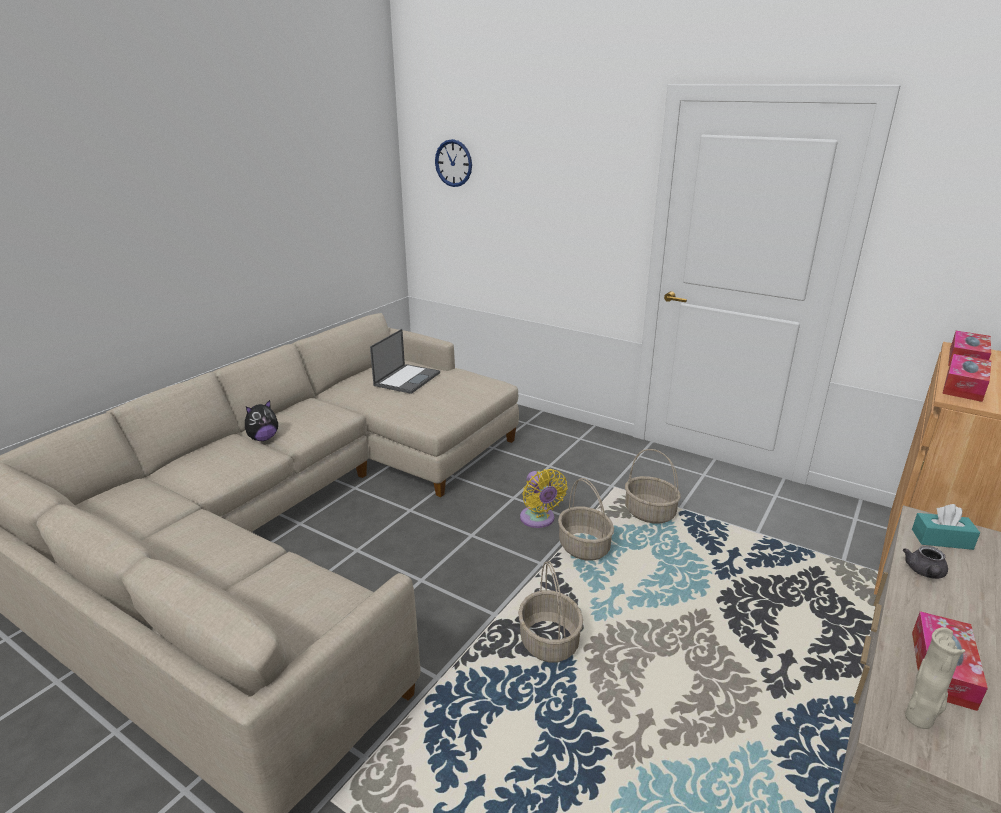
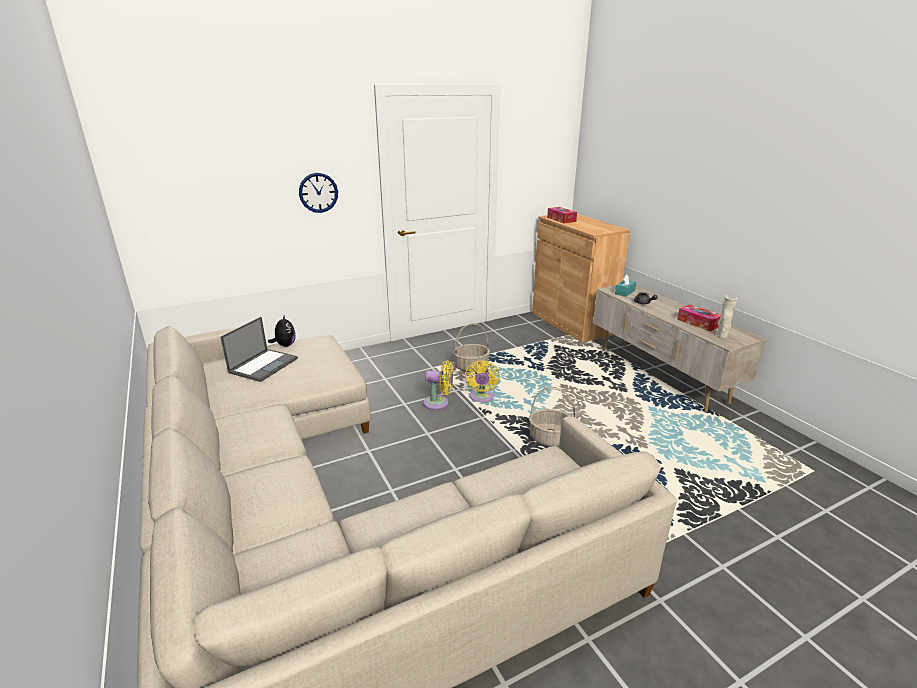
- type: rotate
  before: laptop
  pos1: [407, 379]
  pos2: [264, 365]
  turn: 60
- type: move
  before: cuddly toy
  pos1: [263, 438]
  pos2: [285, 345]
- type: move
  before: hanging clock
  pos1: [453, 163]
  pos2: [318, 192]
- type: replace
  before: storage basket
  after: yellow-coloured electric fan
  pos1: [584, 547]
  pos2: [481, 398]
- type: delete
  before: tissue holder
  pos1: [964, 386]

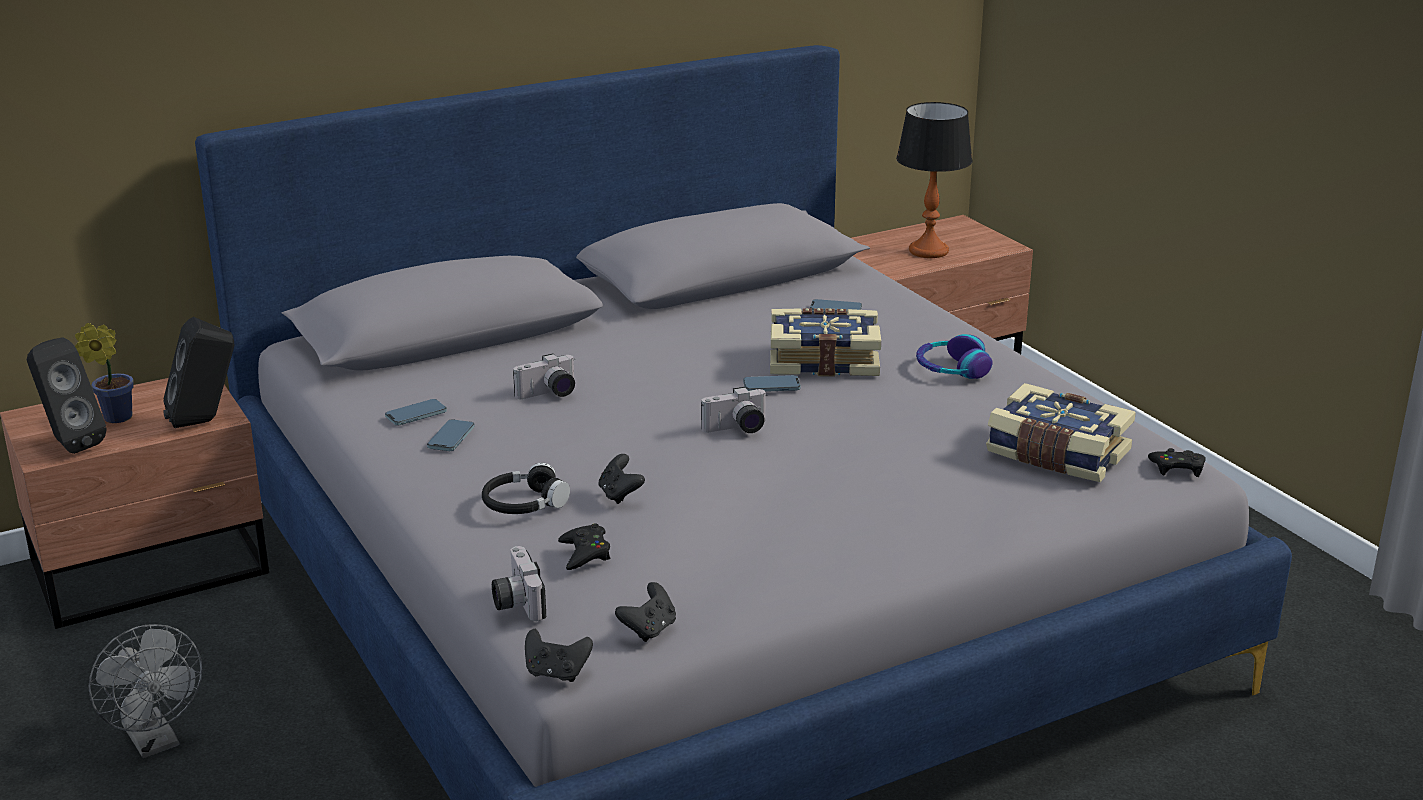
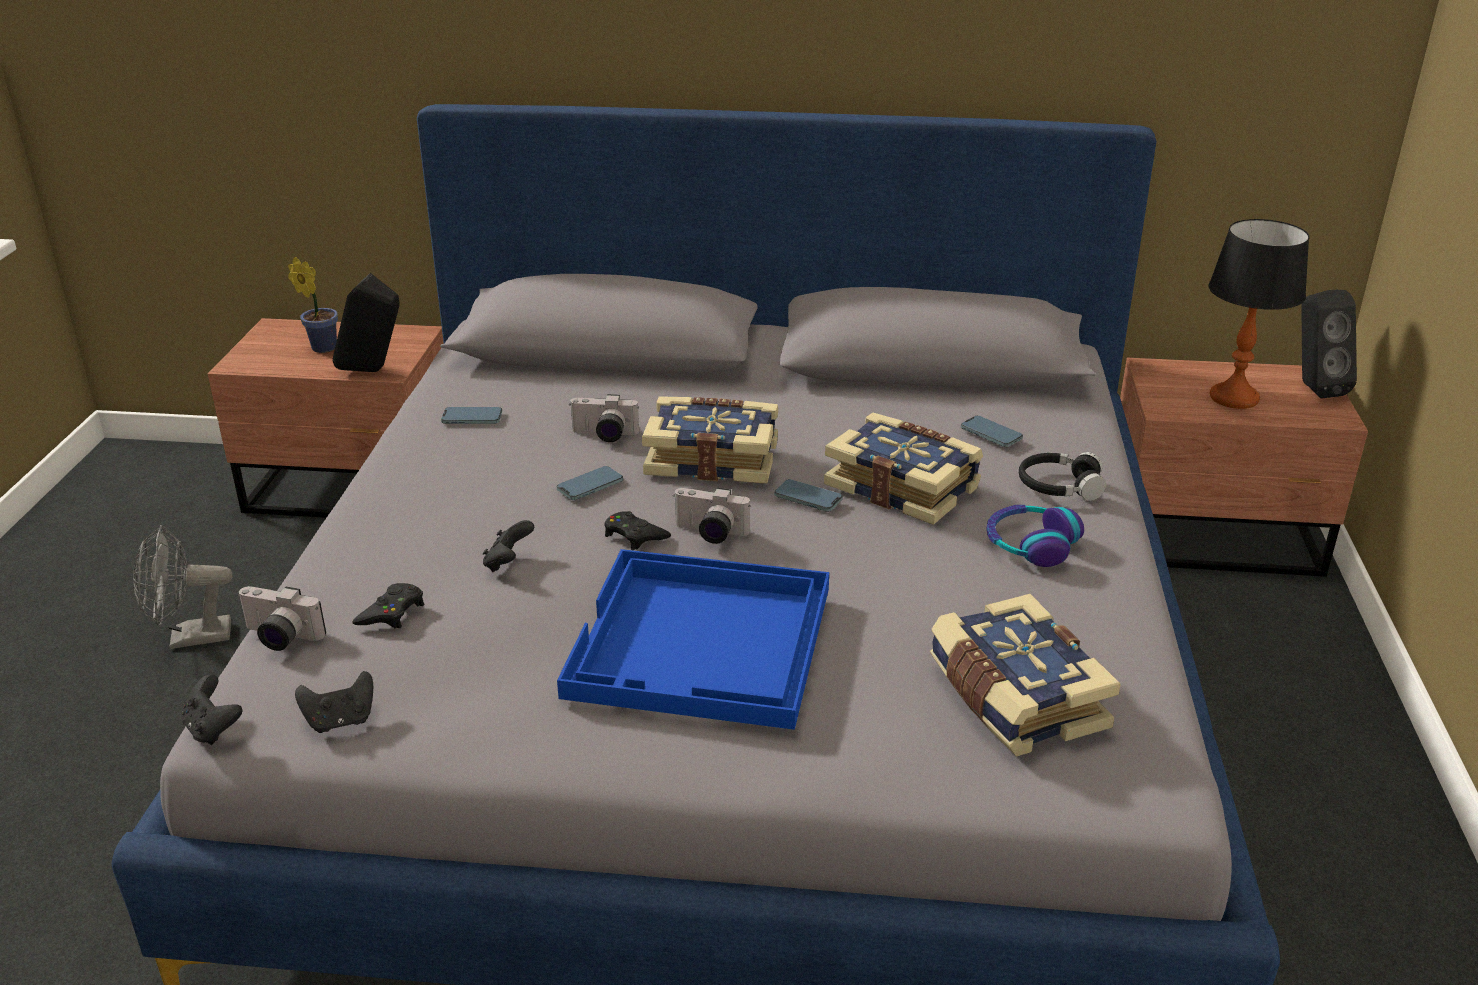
- type: rotate
  before: grey electric fan
  pos1: [156, 742]
  pos2: [190, 638]
  turn: 75
- type: rotate
  before: still camera
  pos1: [516, 602]
  pos2: [278, 638]
  turn: -90
- type: move
  before: phone
  pos1: [451, 438]
  pos2: [590, 486]
- type: insert
  after: blue tray
  pos2: [703, 643]
- type: move
  before: black-coloured joypad
  pos1: [1177, 468]
  pos2: [634, 535]
- type: insert
  after: book
  pos2: [712, 458]
- type: move
  before: black-coloured headset
  pos1: [524, 504]
  pos2: [1059, 486]
- type: move
  before: black-coloured audio speaker
  pos1: [69, 444]
  pos2: [1312, 388]

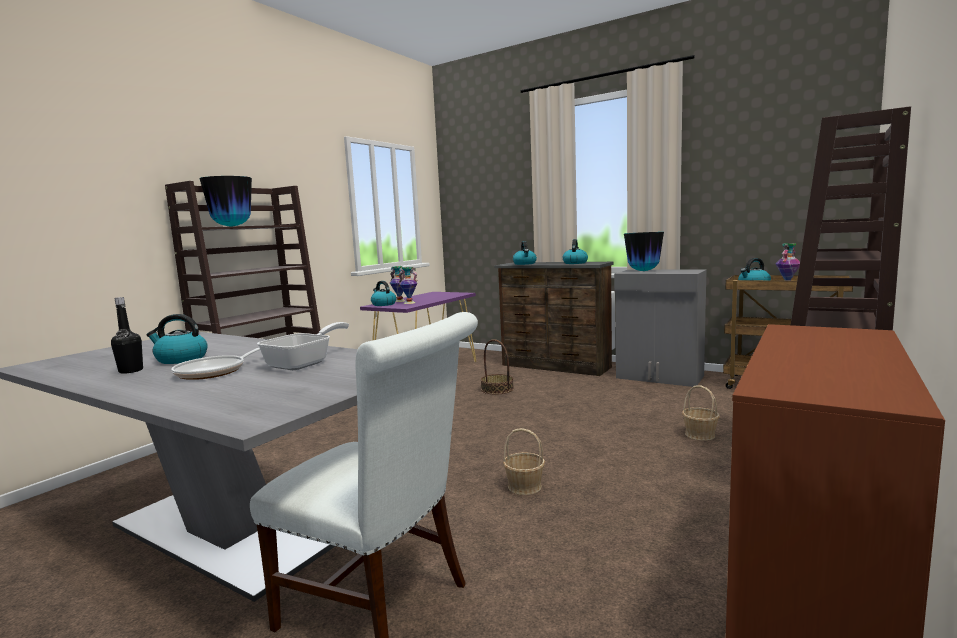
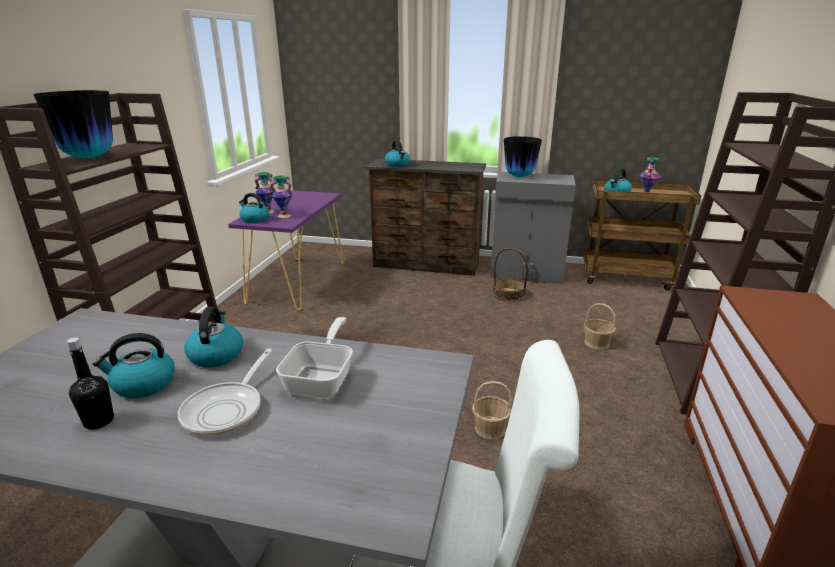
- type: move
  before: kettle
  pos1: [575, 263]
  pos2: [216, 355]
- type: move
  before: storage basket
  pos1: [497, 389]
  pos2: [508, 294]

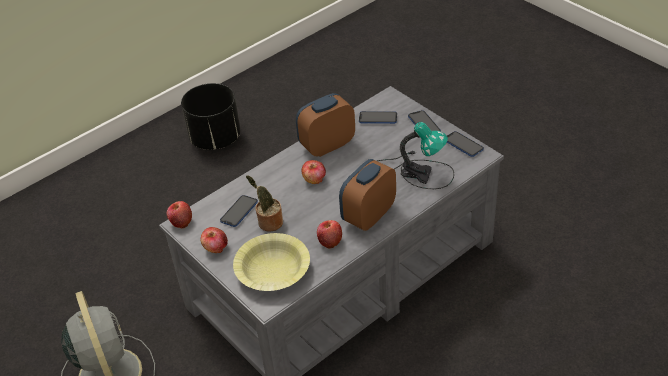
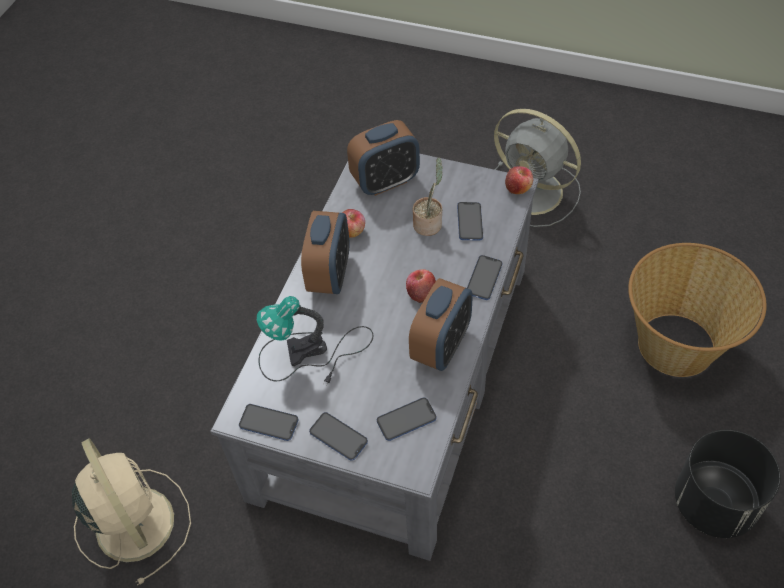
- type: insert
  after: beige-coloured electric fan
  pos2: [133, 521]
- type: replace
  before: yellow-coloured serving bowl
  after: alarm clock
  pos1: [272, 271]
  pos2: [385, 181]
- type: insert
  after: phone
  pos2: [484, 278]
- type: insert
  after: storage basket
  pos2: [677, 346]
- type: delete
  before: whole apple
  pos1: [215, 247]

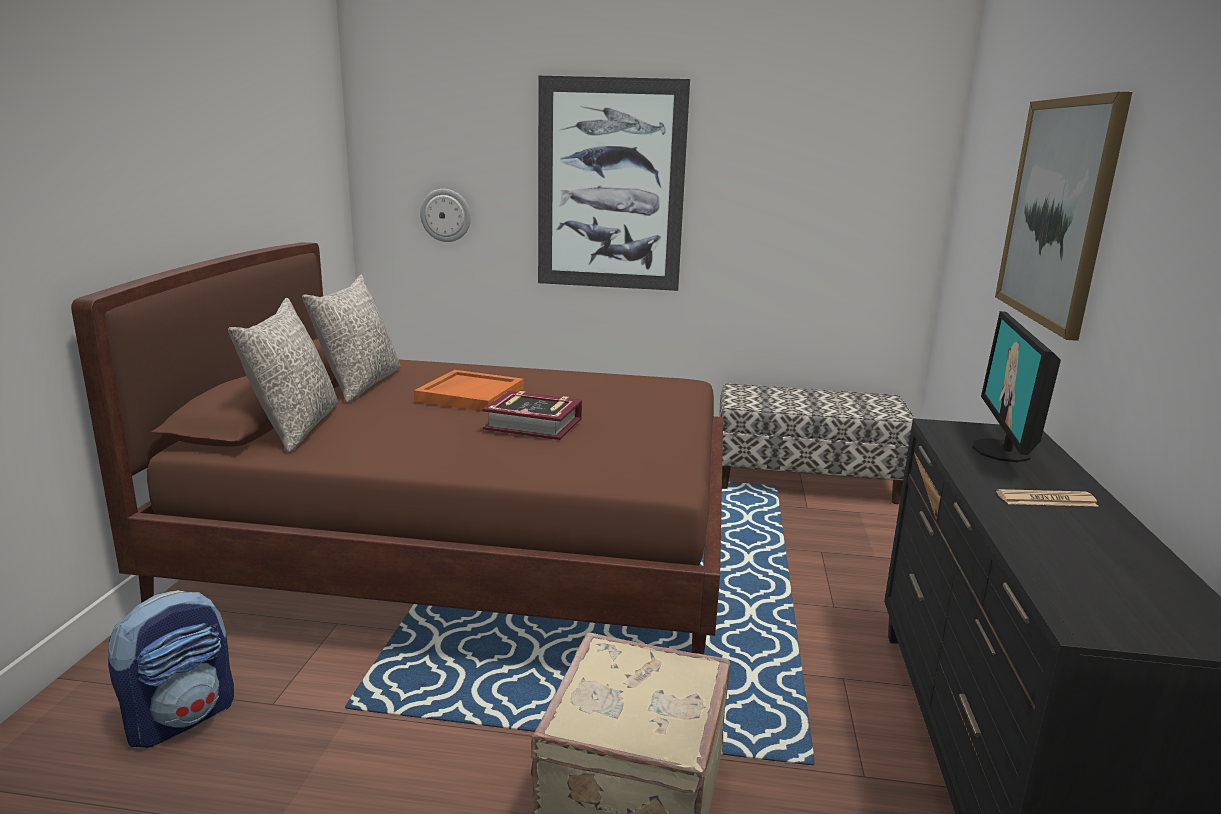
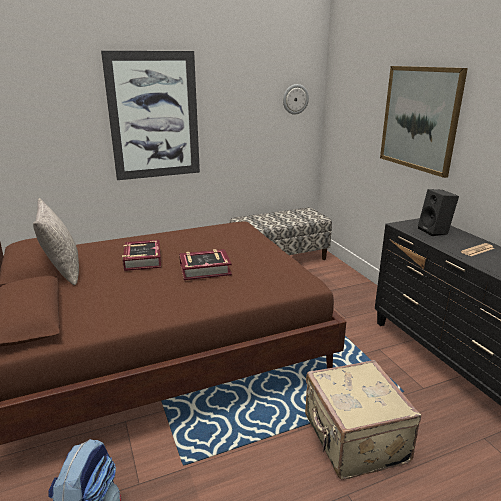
- type: replace
  before: orange tray
  after: book
  pos1: [470, 394]
  pos2: [142, 260]
- type: move
  before: hanging clock
  pos1: [446, 215]
  pos2: [295, 99]
- type: replace
  before: computer display
  after: black-coloured audio speaker
  pos1: [1003, 451]
  pos2: [435, 231]
- type: delete
  before: grey pillow
  pos1: [295, 427]

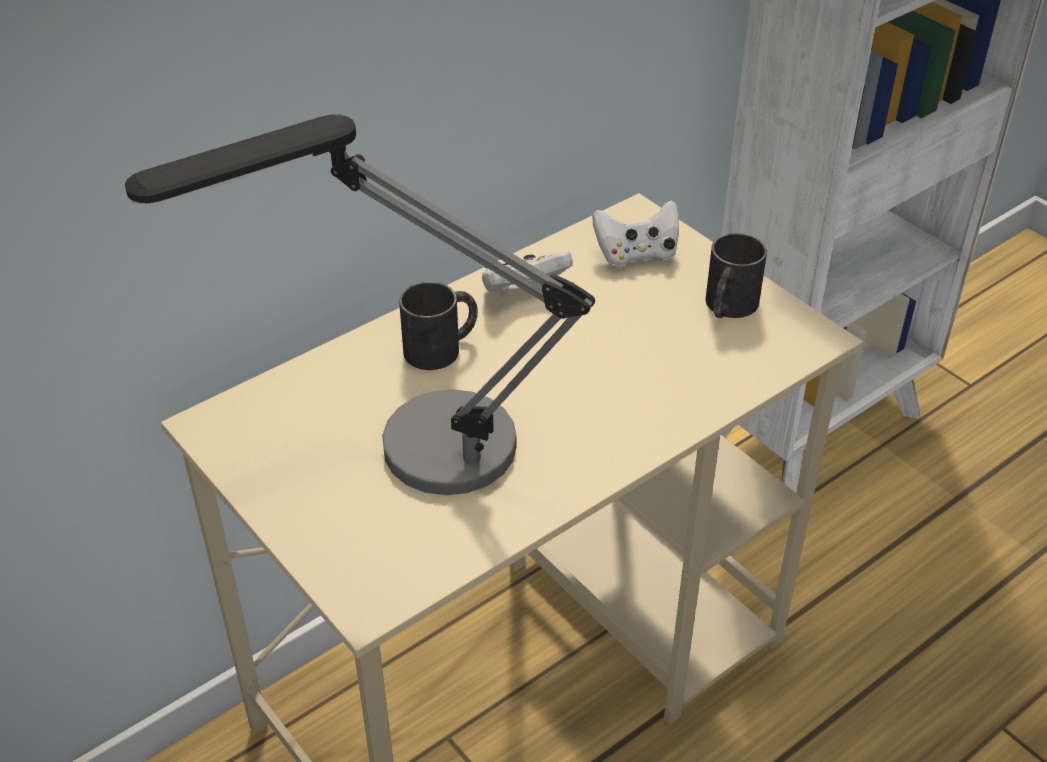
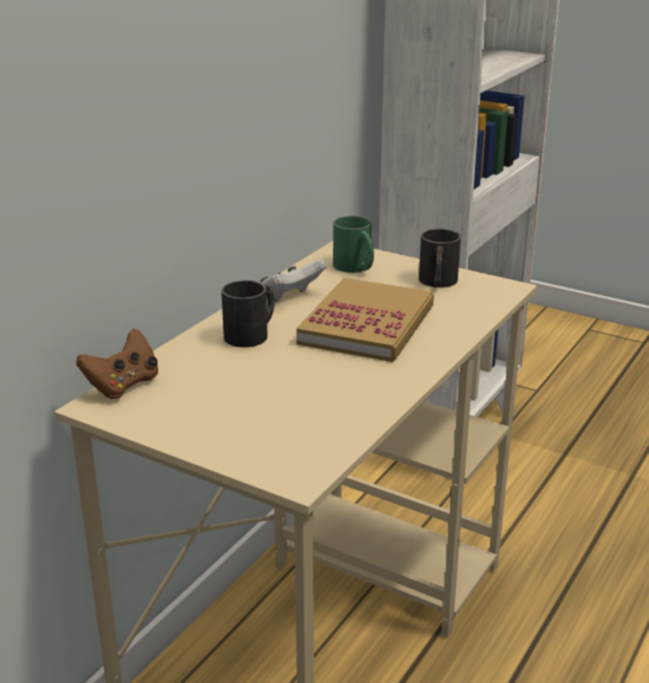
- type: insert
  after: brownish joypad
  pos2: [123, 385]
- type: insert
  after: book
  pos2: [367, 325]
- type: replace
  before: white-coloured joypad
  after: green mug
  pos1: [636, 255]
  pos2: [356, 267]
- type: delete
  before: lamp for a table
  pos1: [409, 457]

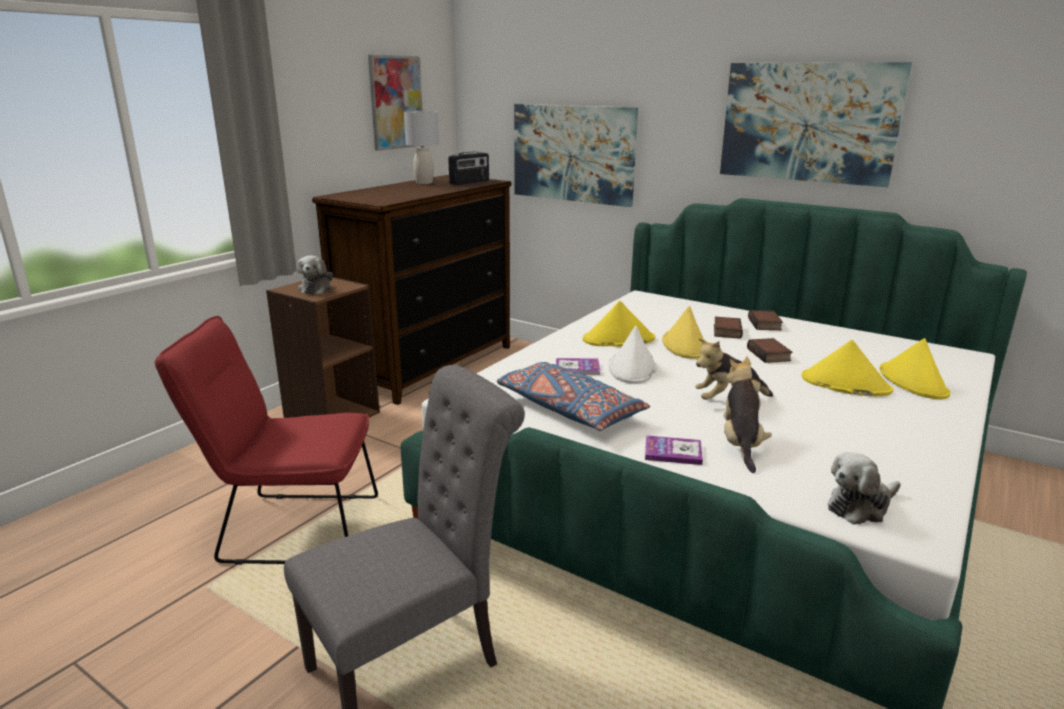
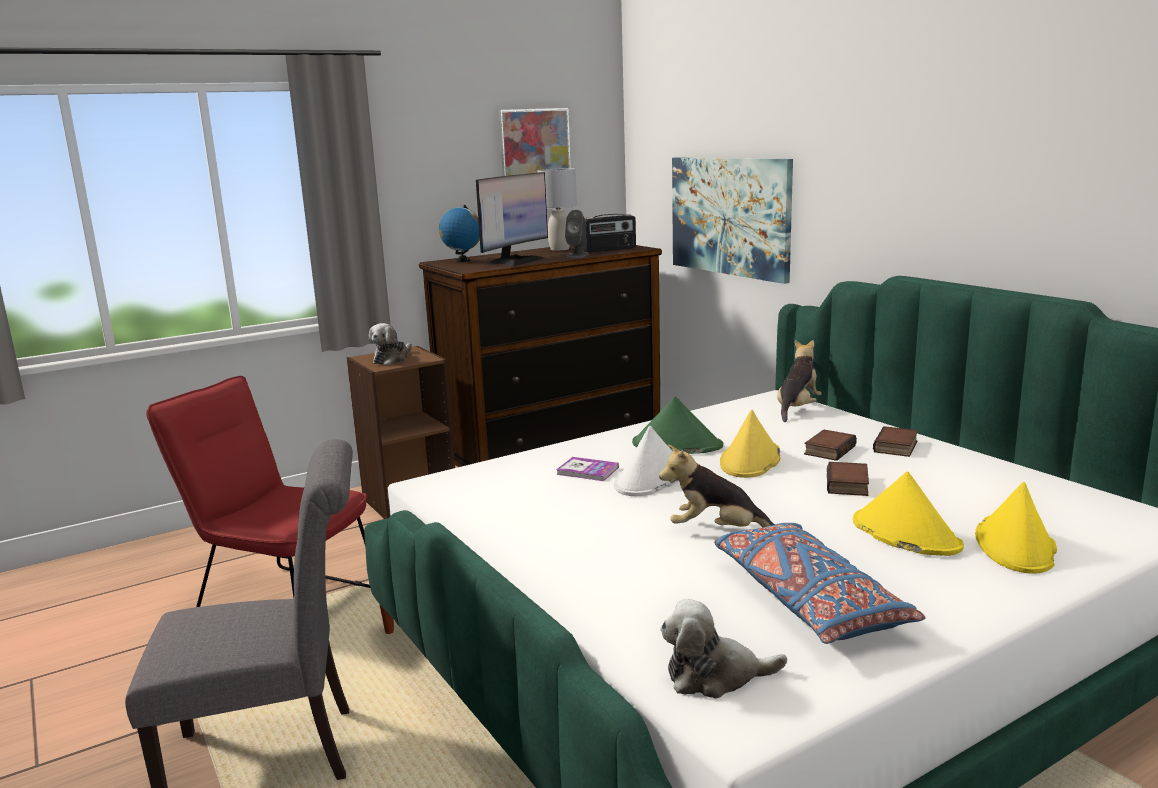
- type: insert
  after: globe
  pos2: [462, 261]
- type: insert
  after: computer display
  pos2: [515, 261]
- type: insert
  after: grey audio speaker
  pos2: [577, 255]
- type: recolor
  before: yellow-coloured hat
  after: green hat
  pos1: [618, 339]
  pos2: [676, 445]
- type: move
  before: blue pillow
  pos1: [568, 410]
  pos2: [807, 600]
- type: move
  before: cuddly toy
  pos1: [741, 444]
  pos2: [797, 409]
- type: delete
  before: book
  pos1: [673, 452]
- type: delete
  before: wall picture
  pos1: [808, 122]

